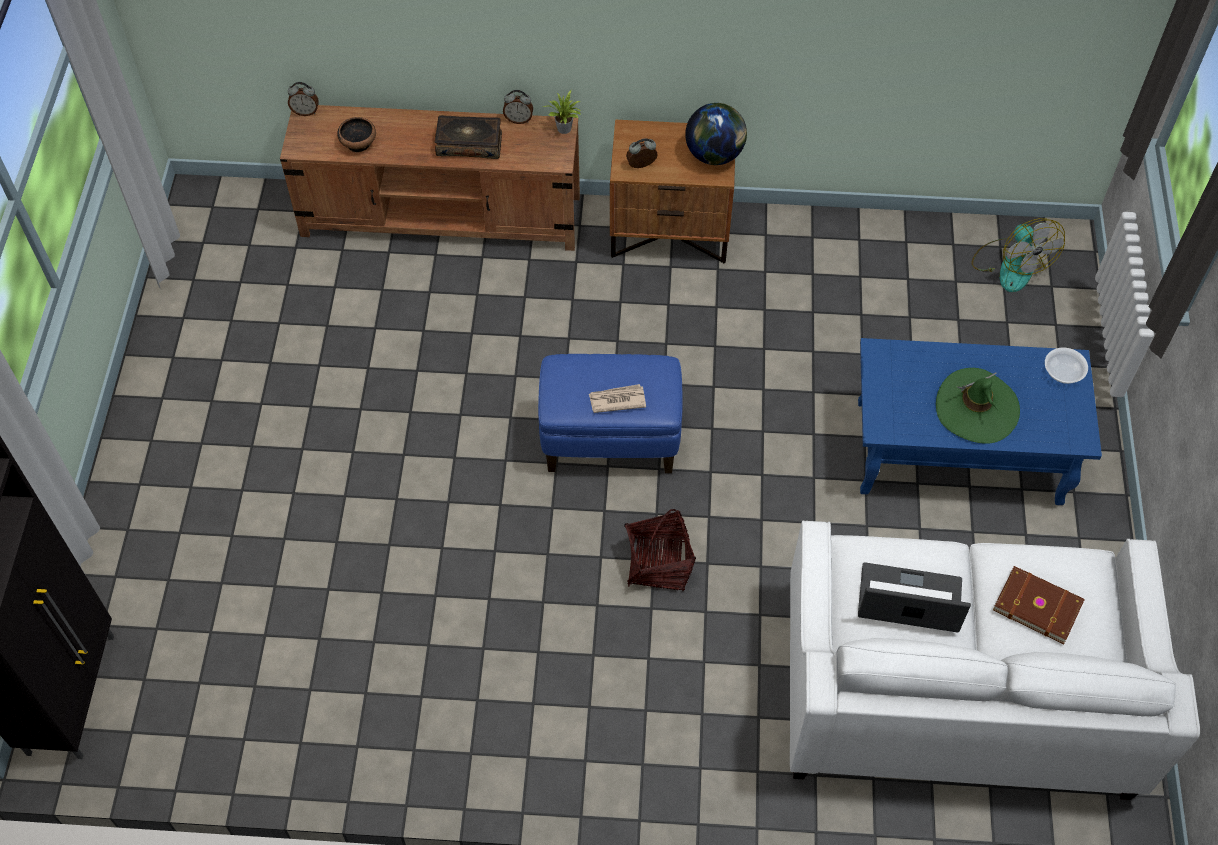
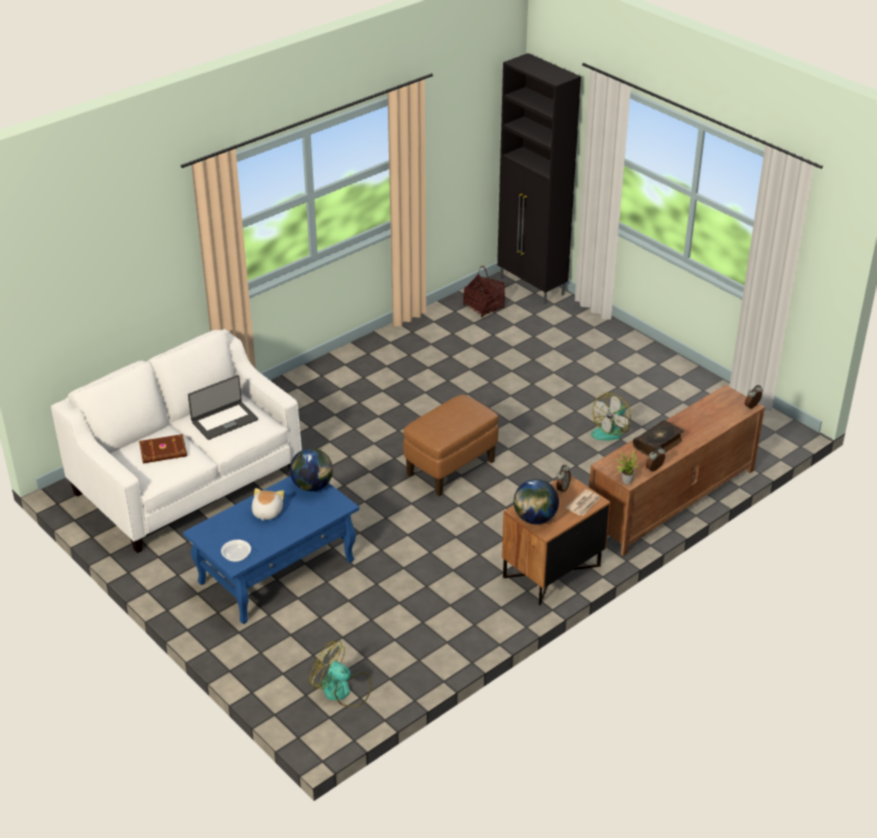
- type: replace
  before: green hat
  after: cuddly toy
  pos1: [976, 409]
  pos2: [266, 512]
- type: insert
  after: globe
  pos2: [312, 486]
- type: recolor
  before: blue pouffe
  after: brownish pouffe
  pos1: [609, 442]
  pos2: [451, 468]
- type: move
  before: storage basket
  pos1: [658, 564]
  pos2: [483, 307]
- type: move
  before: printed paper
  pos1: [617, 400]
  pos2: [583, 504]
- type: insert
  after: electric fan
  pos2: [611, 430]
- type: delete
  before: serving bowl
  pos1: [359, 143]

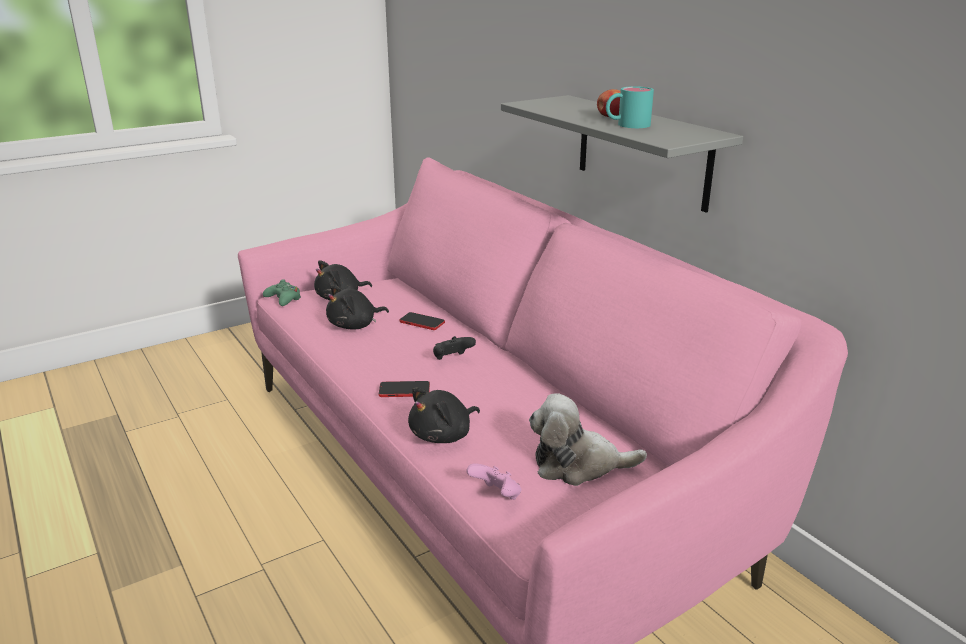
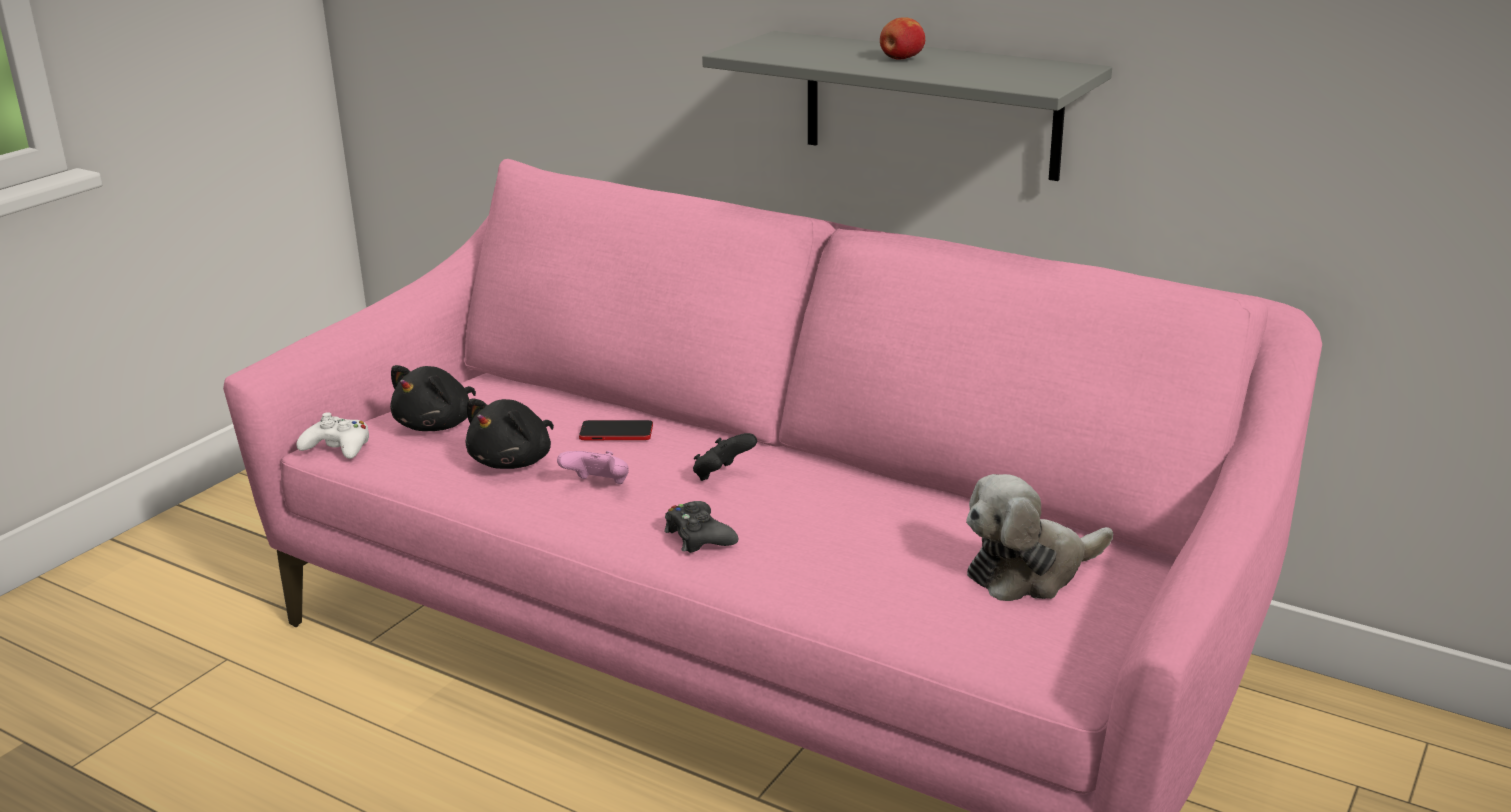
- type: recolor
  before: green joypad
  after: white-coloured joypad
  pos1: [283, 299]
  pos2: [338, 447]
- type: move
  before: pinkish joypad
  pos1: [496, 496]
  pos2: [598, 486]
- type: replace
  before: phone
  after: black-coloured joypad
  pos1: [404, 390]
  pos2: [698, 536]
- type: delete
  before: black-coloured cuddly toy
  pos1: [443, 435]
- type: delete
  before: turquoise mug
  pos1: [626, 125]

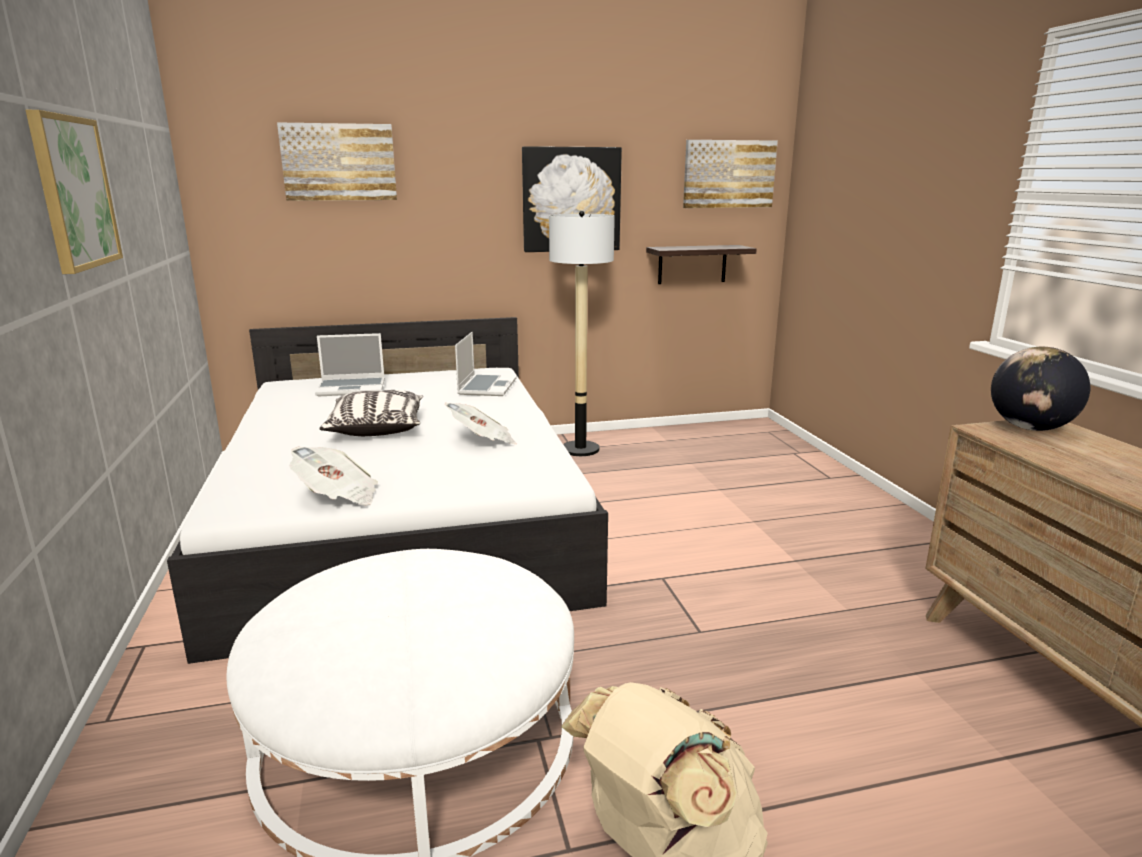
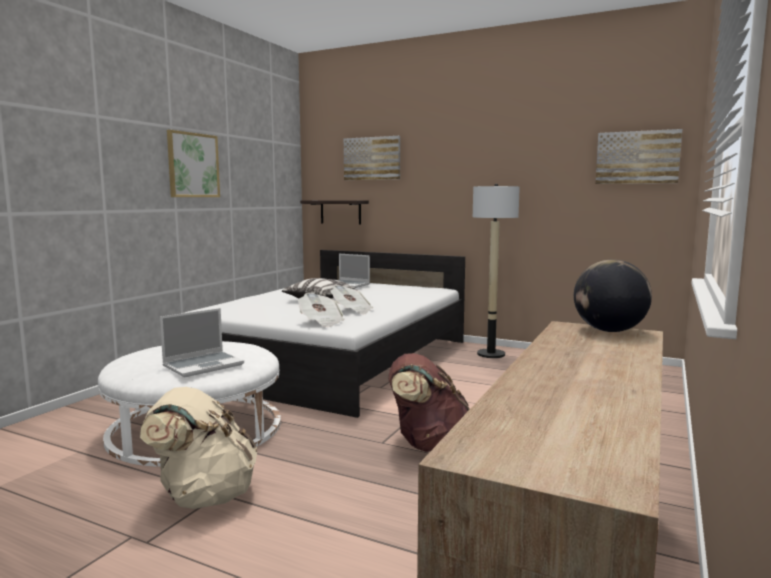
- type: move
  before: laptop
  pos1: [486, 387]
  pos2: [204, 365]
- type: move
  before: printed paper
  pos1: [338, 496]
  pos2: [321, 322]
- type: move
  before: bracket shelf
  pos1: [692, 264]
  pos2: [340, 212]
- type: insert
  after: brownish rucksack
  pos2: [427, 444]
- type: delete
  before: wall picture
  pos1: [571, 199]

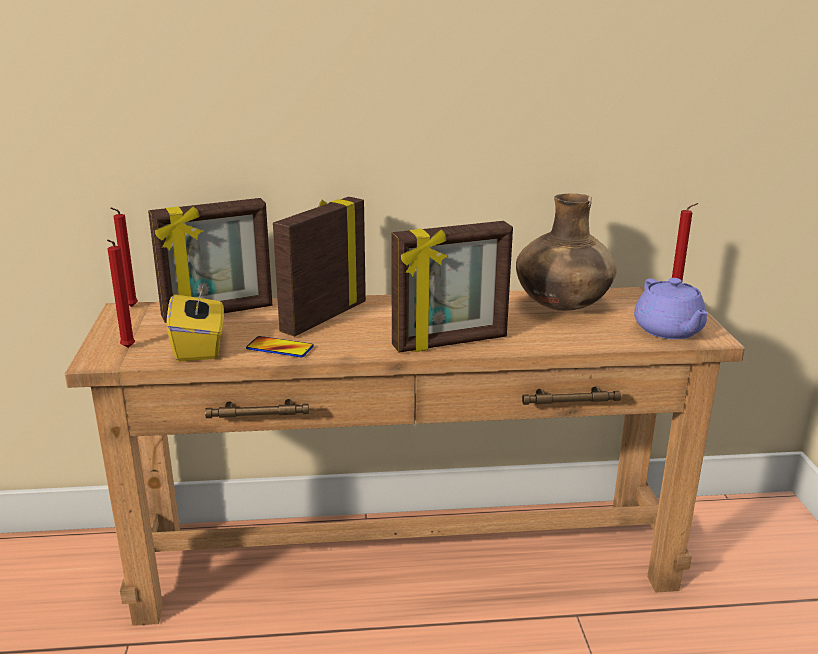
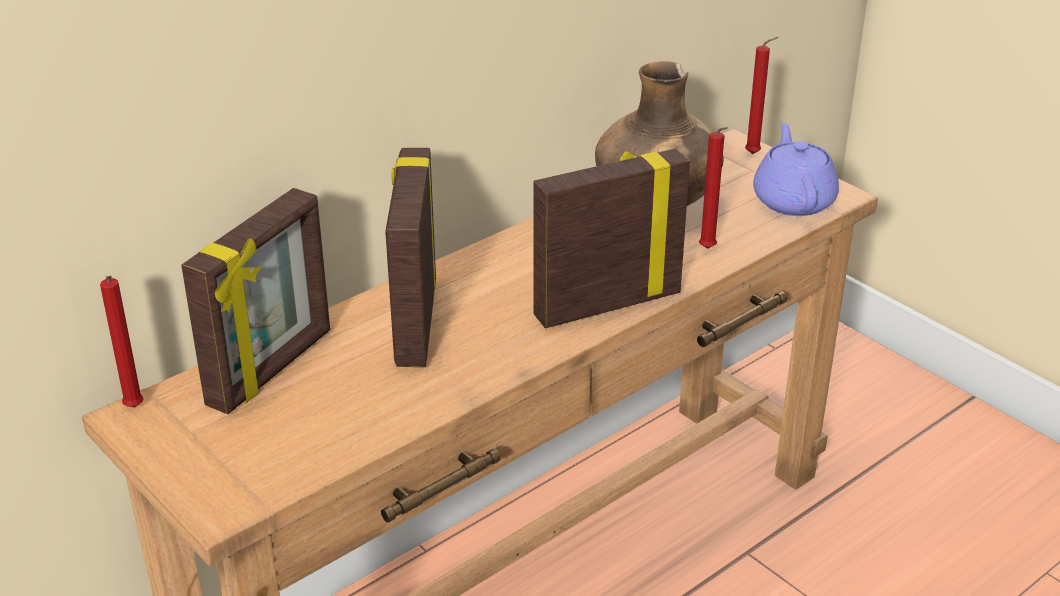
- type: rotate
  before: picture frame
  pos1: [450, 343]
  pos2: [606, 304]
  turn: -150
- type: move
  before: red-coloured wax candle
  pos1: [127, 348]
  pos2: [708, 250]
- type: rotate
  before: purplish pot for tea
  pos1: [669, 331]
  pos2: [793, 200]
  turn: -135
- type: delete
  before: yellow-coloured tissue holder
  pos1: [199, 347]
- type: delete
  before: phone
  pos1: [280, 348]

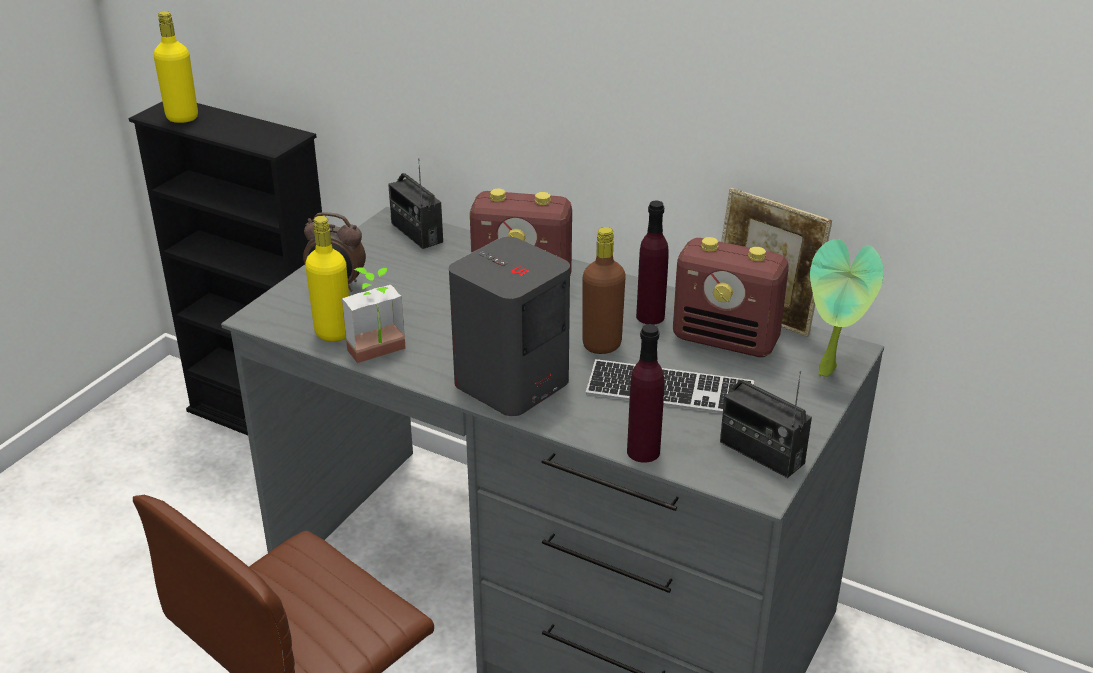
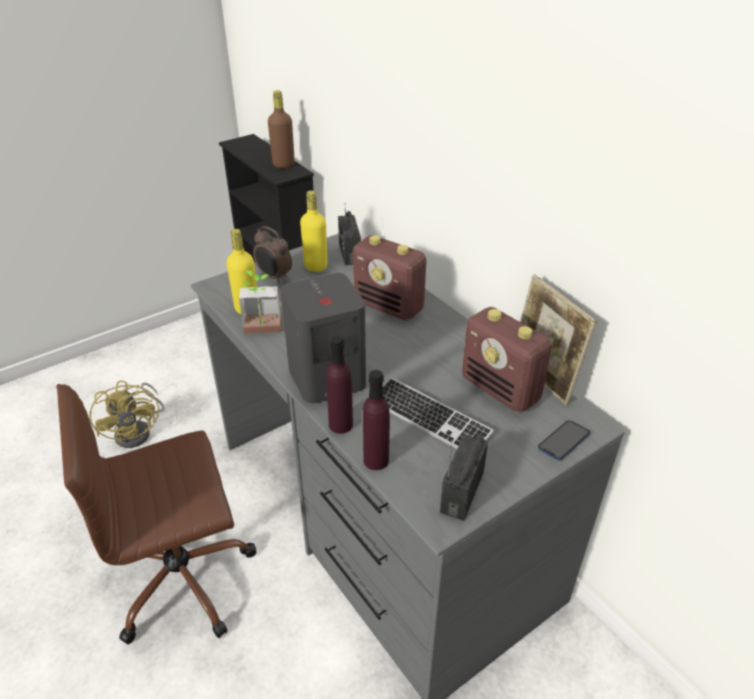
- type: insert
  after: yellow-coloured electric fan
  pos2: [138, 431]
- type: move
  before: brownish beverage bottle
  pos1: [602, 345]
  pos2: [283, 165]
- type: move
  before: yellow-coloured beverage bottle
  pos1: [182, 117]
  pos2: [315, 266]
- type: move
  before: purplish beverage bottle
  pos1: [650, 316]
  pos2: [341, 424]
- type: rotate
  before: radio
  pos1: [761, 453]
  pos2: [461, 491]
  turn: 45
- type: replace
  before: potted plant
  after: phone
  pos1: [830, 373]
  pos2: [563, 441]

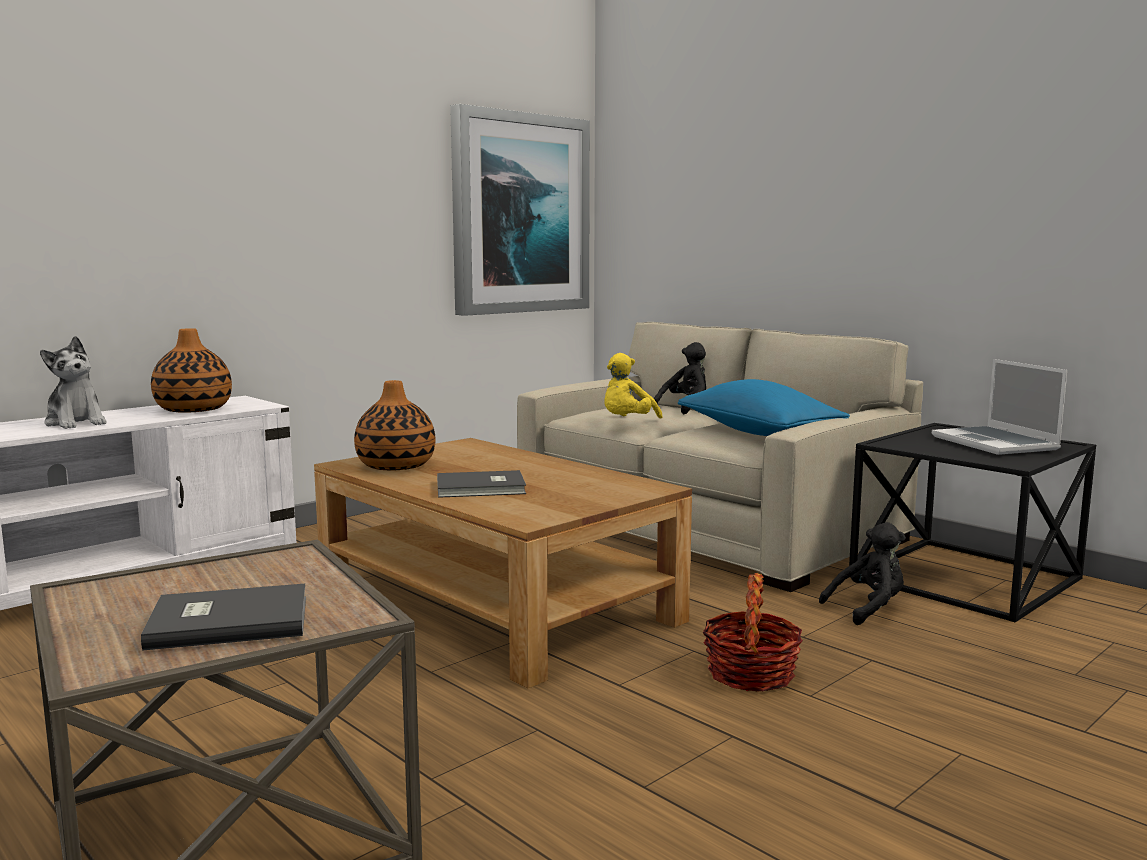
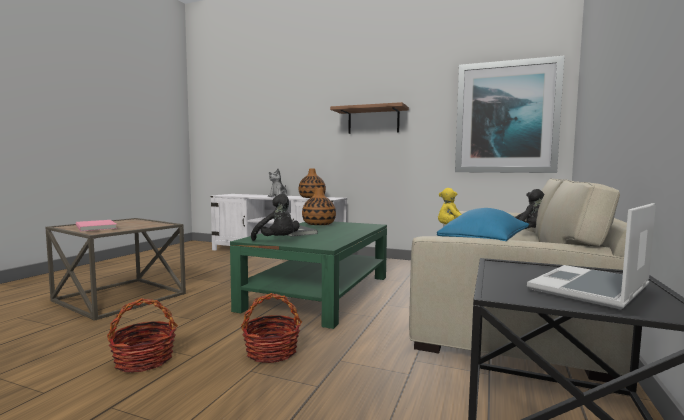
- type: recolor
  before: grey book
  after: pinkish book
  pos1: [227, 621]
  pos2: [97, 227]
- type: insert
  after: storage basket
  pos2: [144, 360]
- type: recolor
  before: brownish lounge table
  after: green lounge table
  pos1: [496, 602]
  pos2: [319, 292]
- type: move
  before: black-coloured cuddly toy
  pos1: [868, 609]
  pos2: [278, 241]
- type: insert
  after: bracket shelf
  pos2: [373, 121]

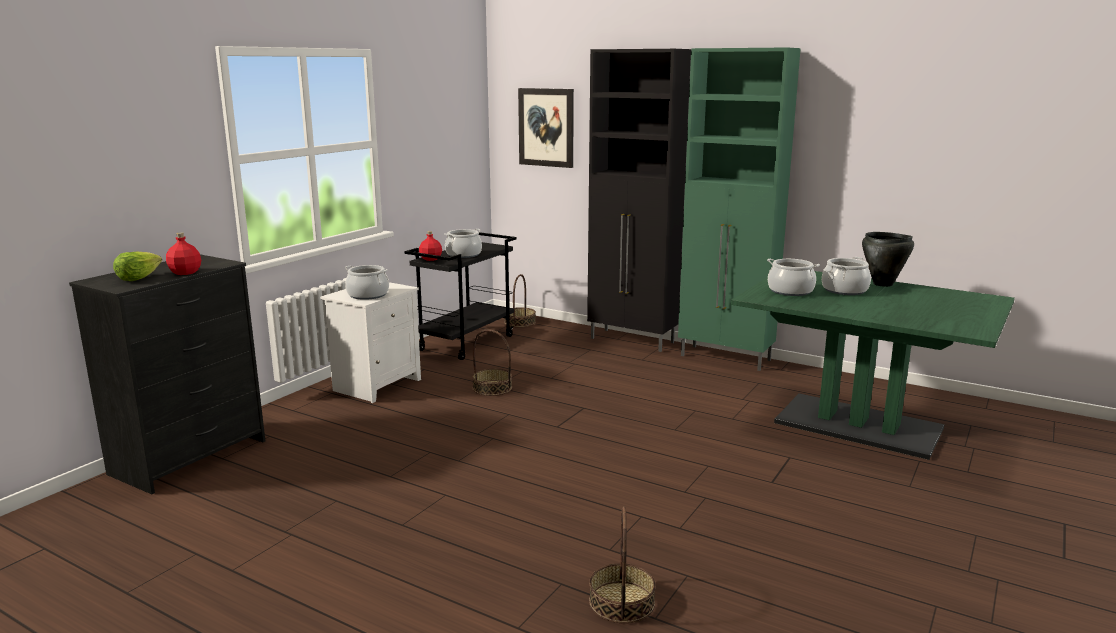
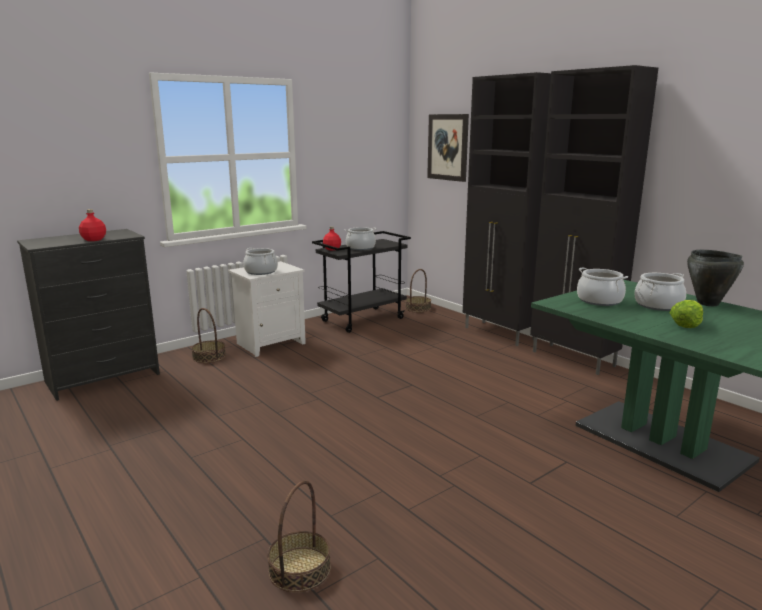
- type: move
  before: storage basket
  pos1: [492, 388]
  pos2: [209, 356]
- type: recolor
  before: green cupboard
  after: black-coloured cupboard
  pos1: [726, 358]
  pos2: [573, 359]
- type: move
  before: lettuce head
  pos1: [138, 278]
  pos2: [686, 324]

